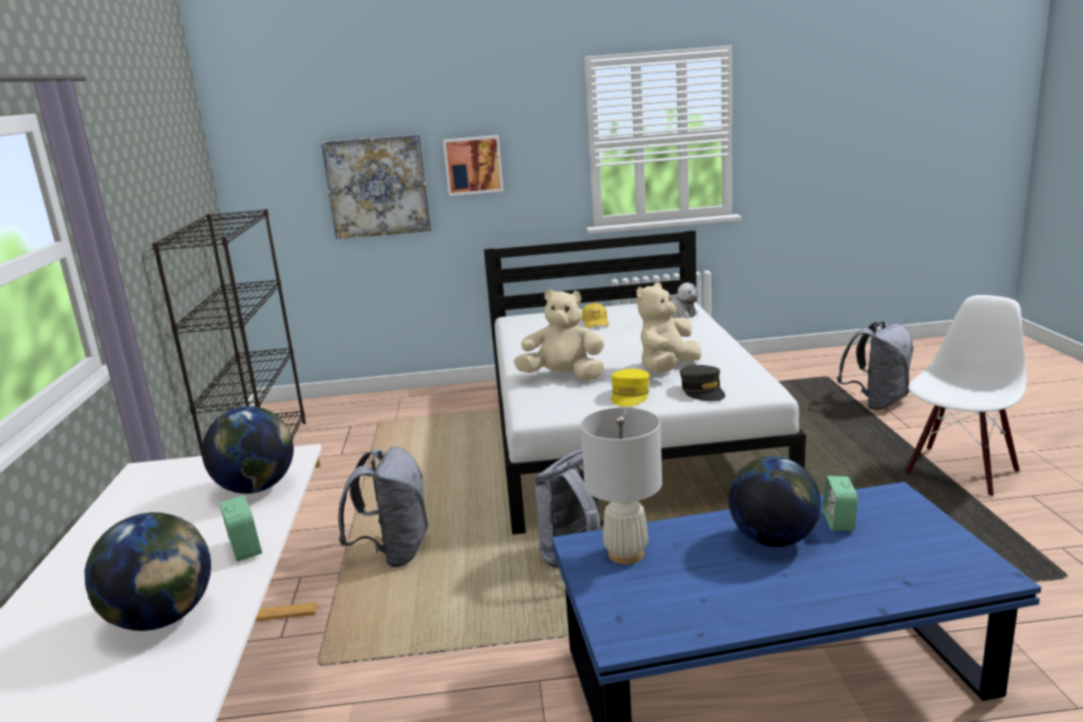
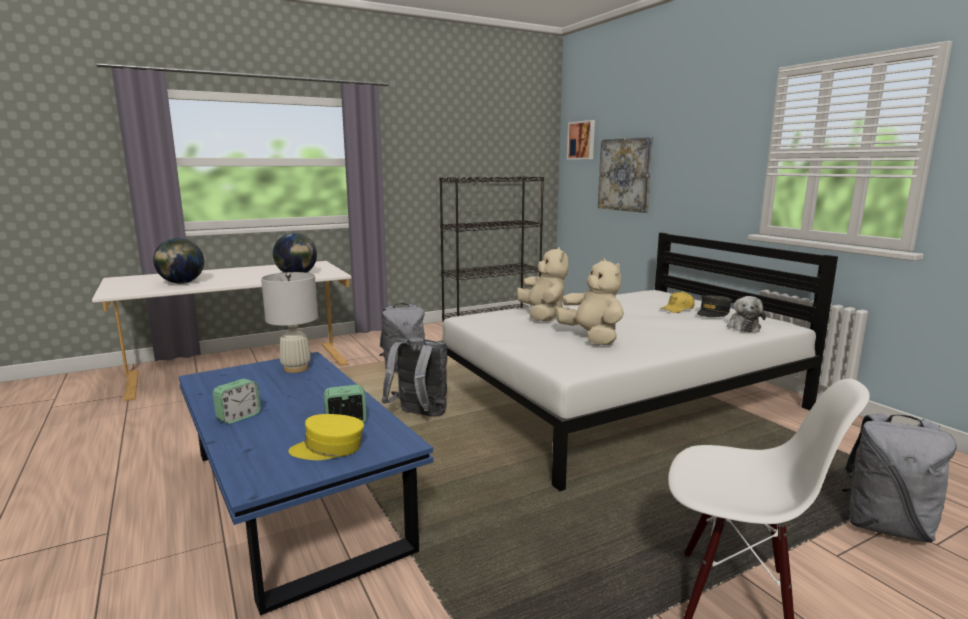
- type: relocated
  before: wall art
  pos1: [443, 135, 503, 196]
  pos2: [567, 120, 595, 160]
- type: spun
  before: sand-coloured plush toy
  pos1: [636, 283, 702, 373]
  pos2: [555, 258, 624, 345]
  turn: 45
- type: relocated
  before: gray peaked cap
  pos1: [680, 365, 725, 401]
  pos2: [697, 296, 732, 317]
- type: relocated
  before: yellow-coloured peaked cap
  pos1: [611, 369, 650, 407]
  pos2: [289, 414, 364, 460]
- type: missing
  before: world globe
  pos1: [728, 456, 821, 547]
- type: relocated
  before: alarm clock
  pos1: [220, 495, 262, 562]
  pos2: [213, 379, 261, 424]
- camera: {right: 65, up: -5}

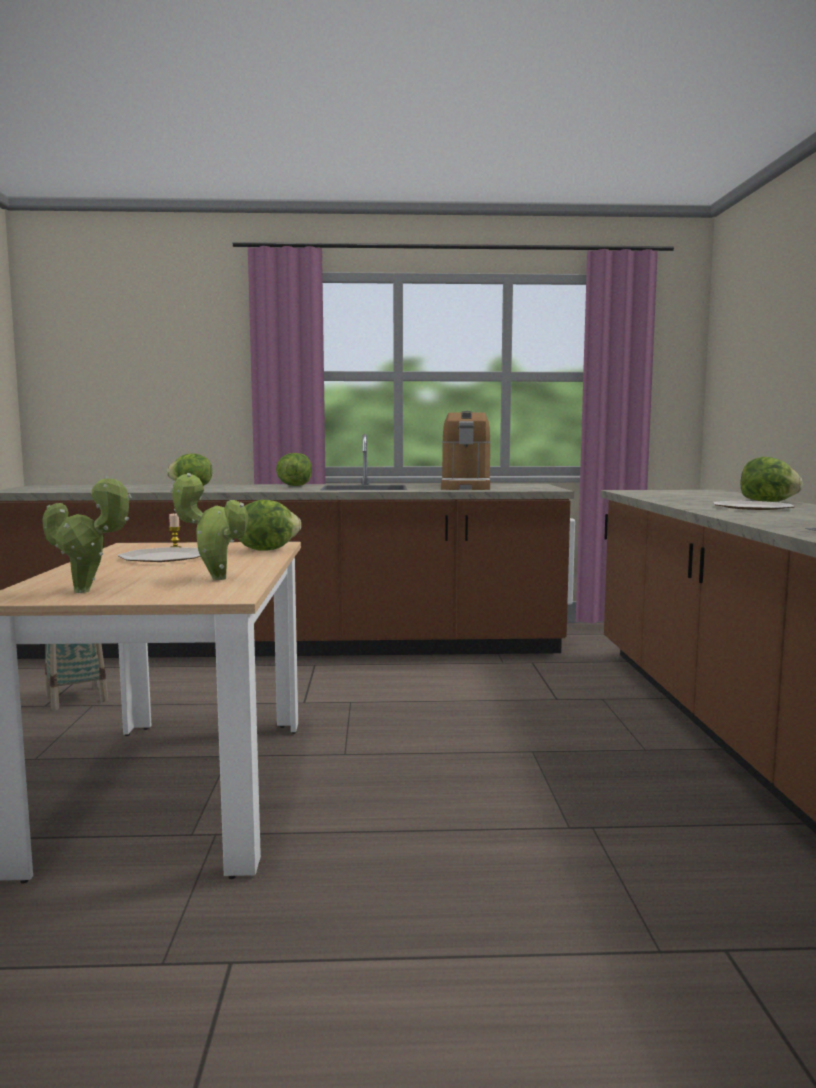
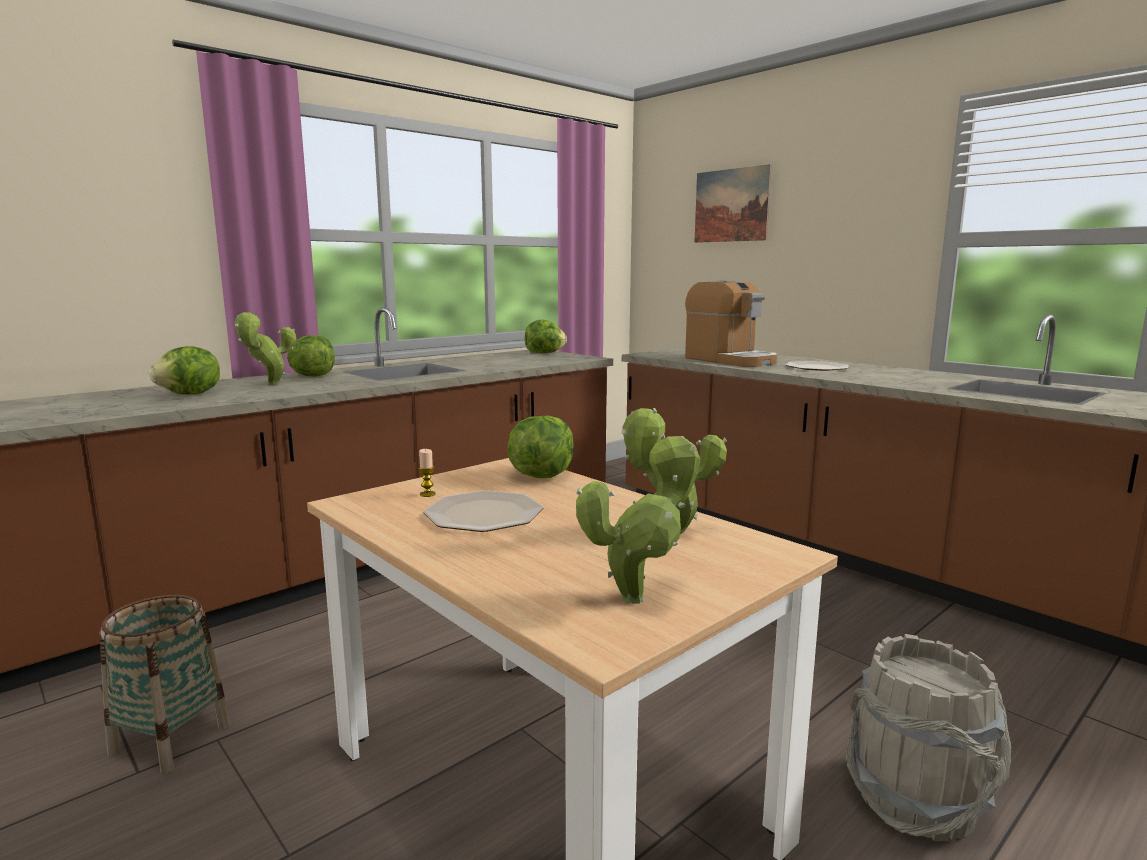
- type: relocated
  before: coffee maker
  pos1: [441, 411, 491, 490]
  pos2: [685, 280, 777, 367]
- type: relocated
  before: lettuce
  pos1: [740, 457, 803, 502]
  pos2: [525, 320, 567, 353]
- type: appeared
  after: wall art
  pos2: [694, 164, 772, 243]
- type: appeared
  after: potted plant
  pos2: [234, 311, 296, 385]
- type: appeared
  after: gray pail
  pos2: [846, 634, 1011, 841]
- camera: {right: -40, up: 5}

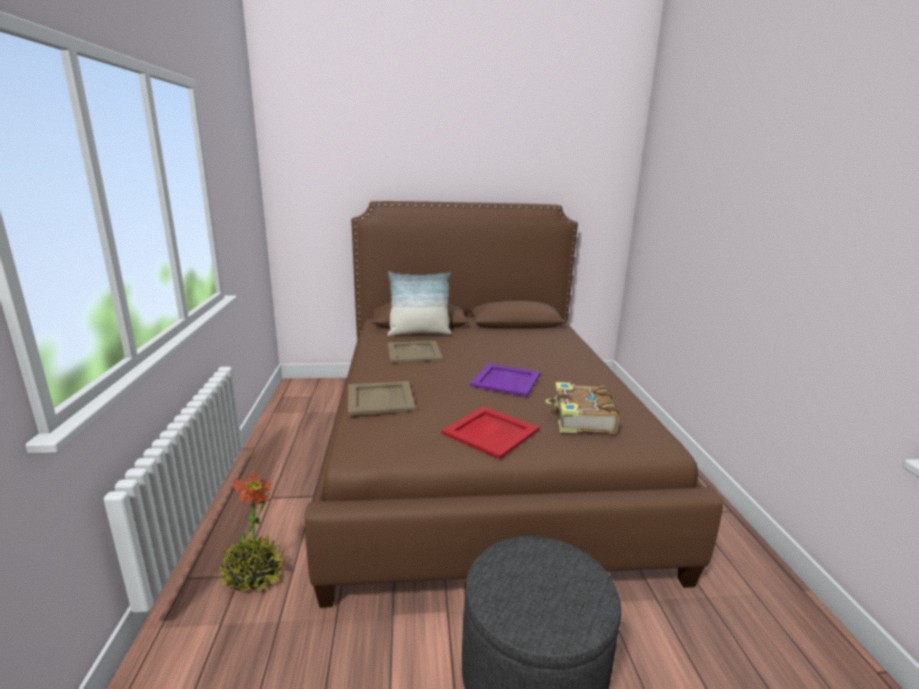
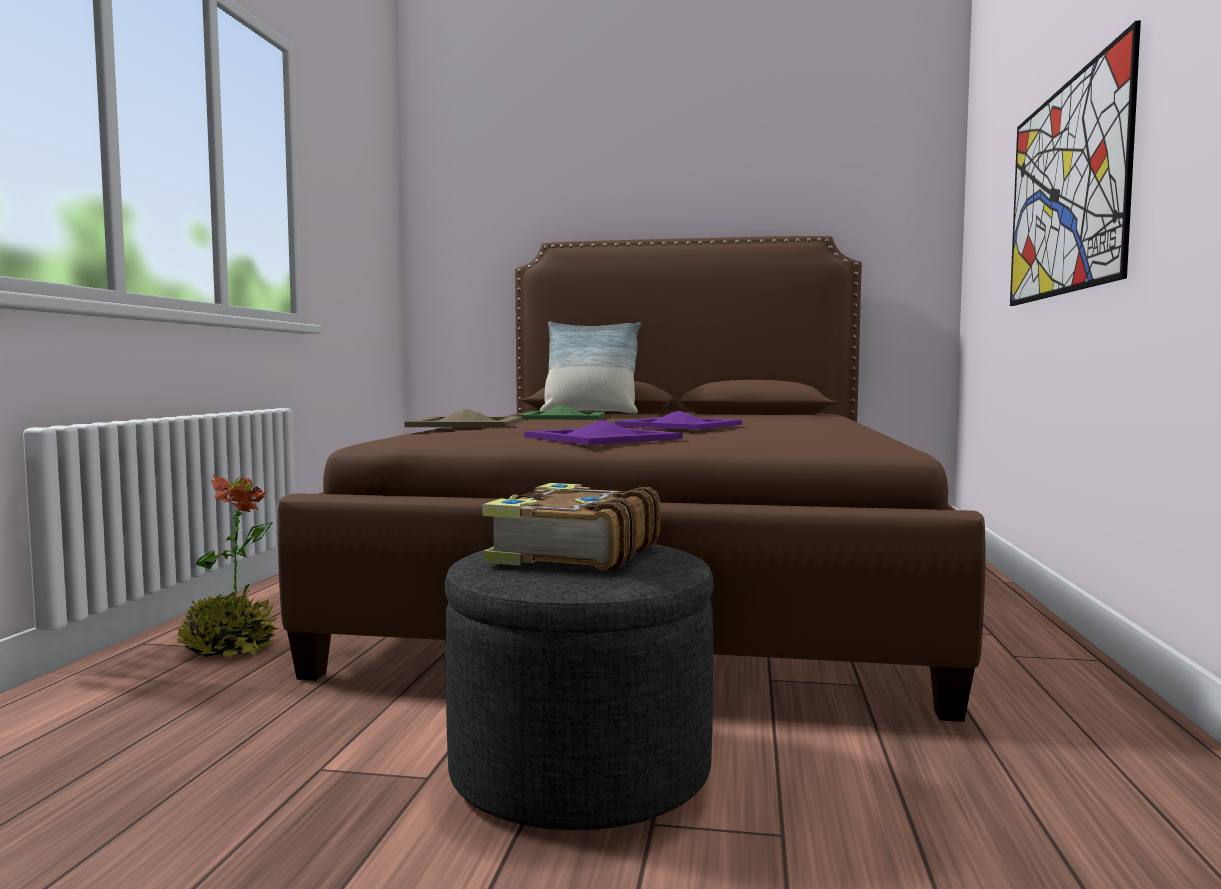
- type: colour
  before: sand-coloured carrying tray
  after: greenish carrying tray
  pos1: [387, 341, 443, 363]
  pos2: [517, 405, 605, 420]
- type: relocated
  before: volume
  pos1: [546, 382, 620, 434]
  pos2: [482, 483, 660, 571]
- type: colour
  before: red-coloured carrying tray
  after: purplish carrying tray
  pos1: [441, 406, 539, 459]
  pos2: [524, 420, 682, 445]
- type: appeared
  after: wall art
  pos2: [1010, 20, 1141, 306]
- camera: {right: 15, up: -15}

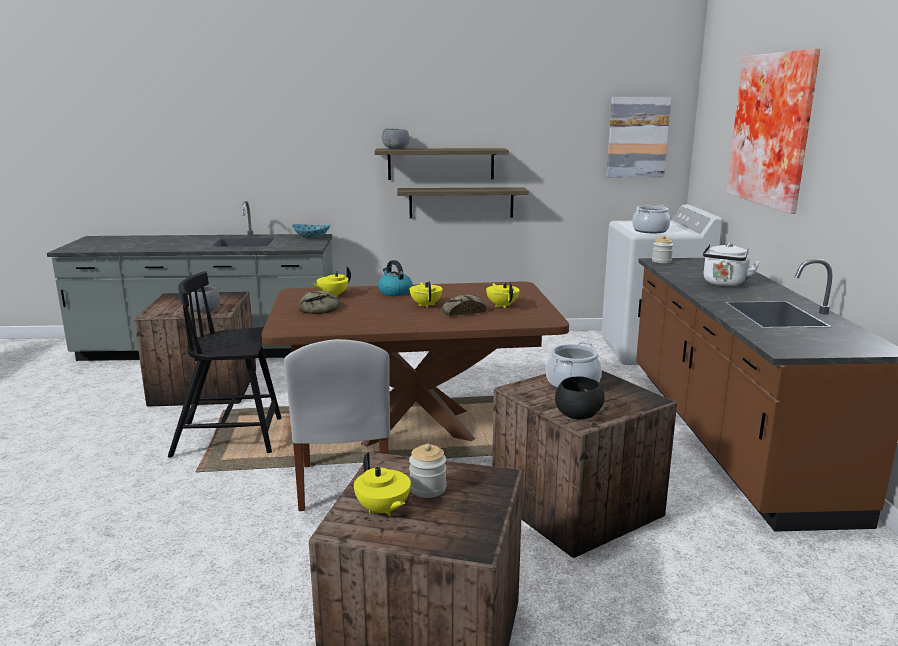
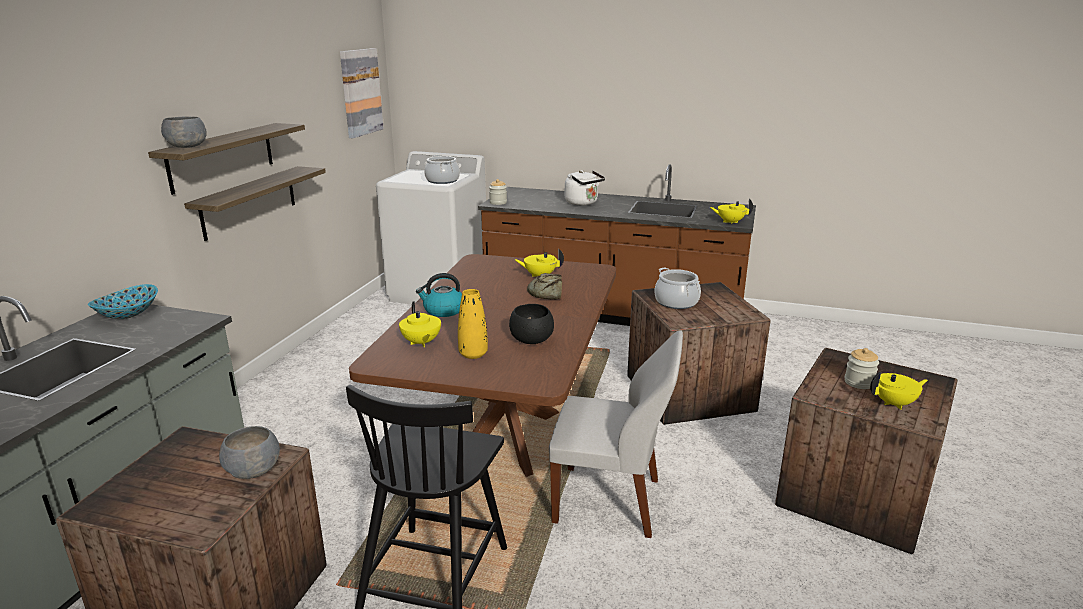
- type: missing
  before: wall art
  pos1: [726, 49, 820, 214]
- type: relocated
  before: yellow-coloured tea pot
  pos1: [410, 281, 443, 308]
  pos2: [710, 199, 753, 224]
- type: exchanged
  before: bread
  after: yellow-coloured flower vase
  pos1: [298, 291, 339, 314]
  pos2: [458, 289, 488, 359]
- type: relocated
  before: black-coloured serving bowl
  pos1: [555, 376, 604, 420]
  pos2: [509, 304, 554, 344]
- camera: {right: -70, up: 5}

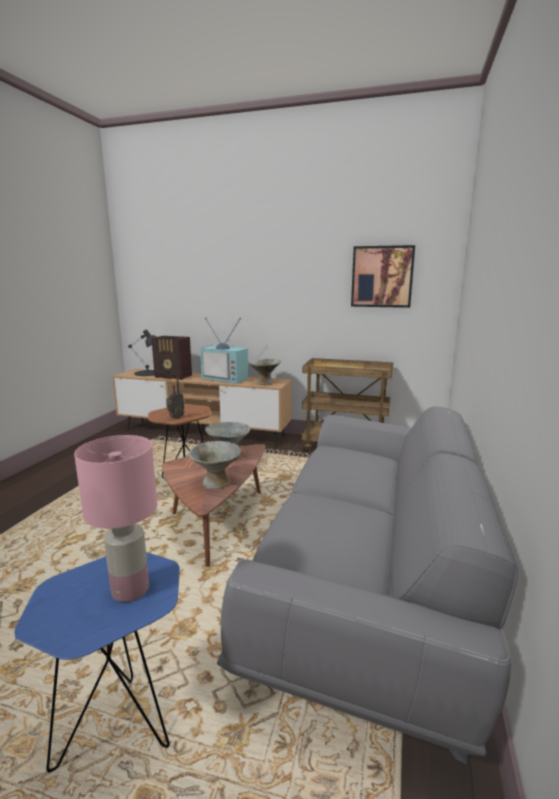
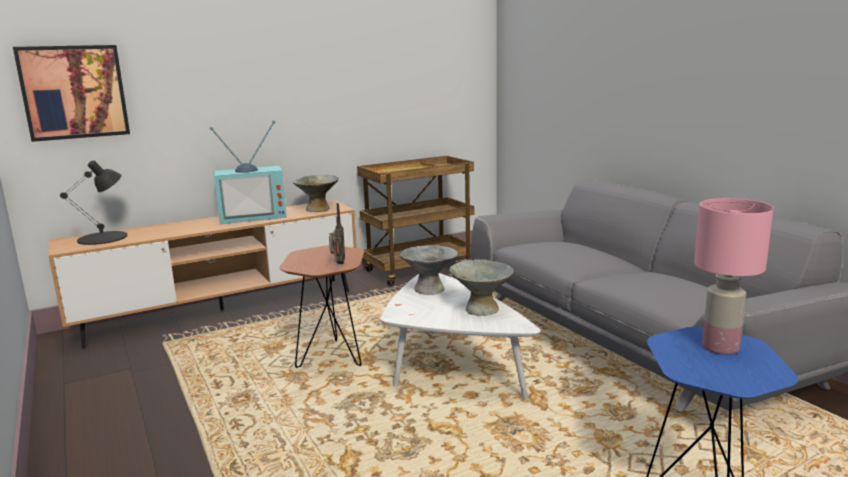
- type: relocated
  before: wall art
  pos1: [351, 245, 415, 308]
  pos2: [13, 45, 130, 142]
- type: missing
  before: radio
  pos1: [151, 336, 192, 380]
- type: colour
  before: brown-coloured coffee table
  after: whitish coffee table
  pos1: [162, 444, 266, 567]
  pos2: [380, 273, 541, 400]
- camera: {right: -45, up: 0}

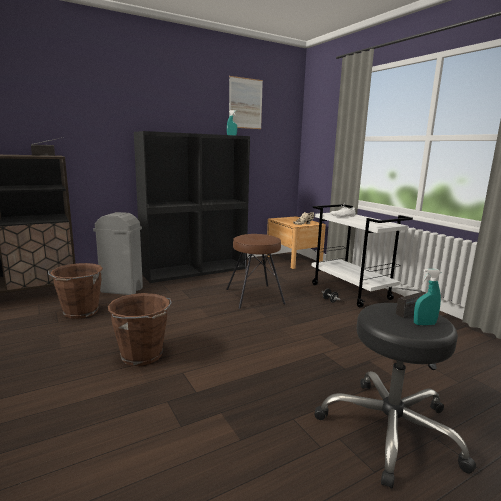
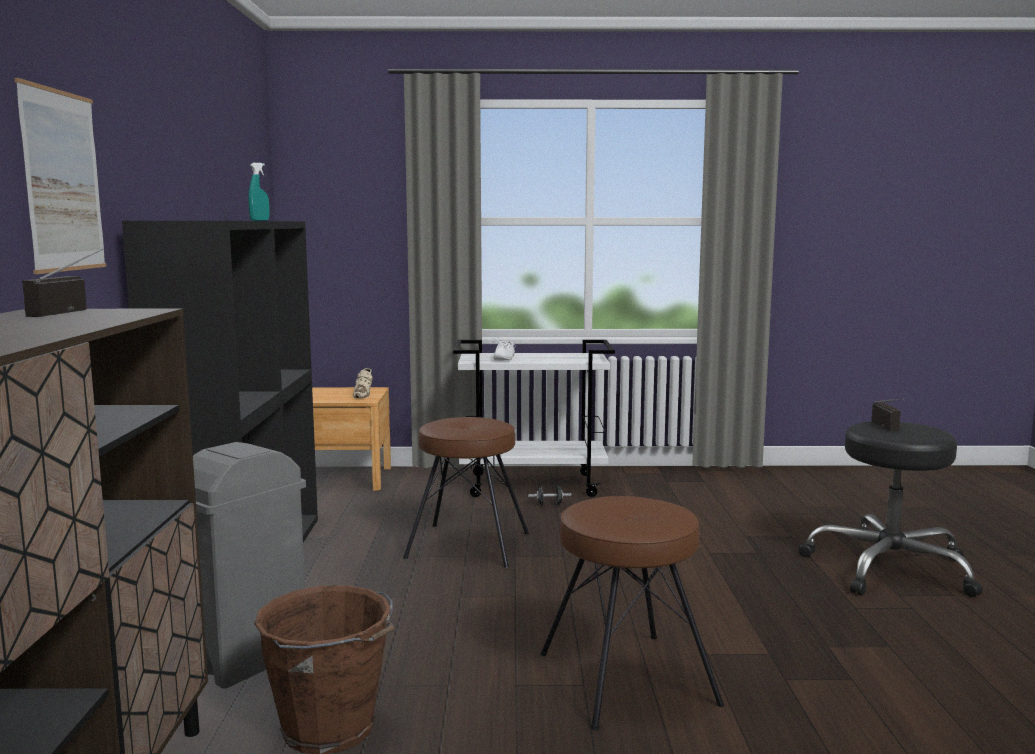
- type: relocated
  before: wall art
  pos1: [229, 76, 263, 129]
  pos2: [15, 78, 106, 274]
- type: missing
  before: blue-green sprayer
  pos1: [414, 269, 441, 325]
- type: exchanged
  before: brown-coloured pail
  after: brown-coloured sitting stool
  pos1: [108, 293, 172, 366]
  pos2: [540, 496, 724, 731]
- camera: {right: -60, up: -5}

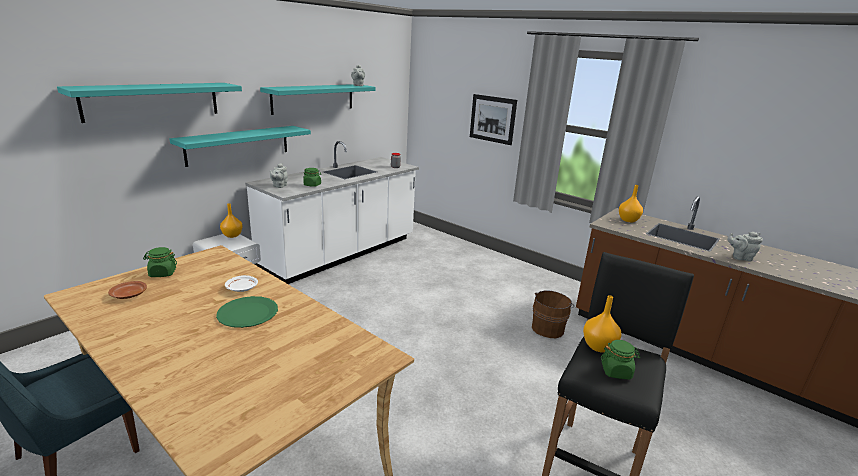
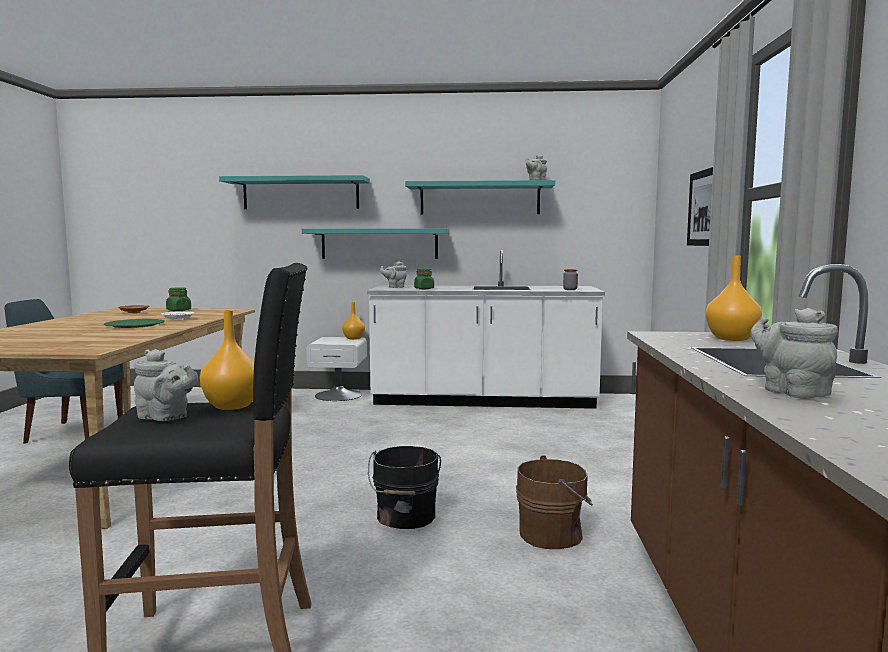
- type: exchanged
  before: greenish preserve jar
  after: gray tea pot
  pos1: [601, 340, 640, 379]
  pos2: [134, 349, 198, 421]
- type: appeared
  after: black-coloured pail
  pos2: [368, 446, 441, 529]
- camera: {right: 55, up: -15}

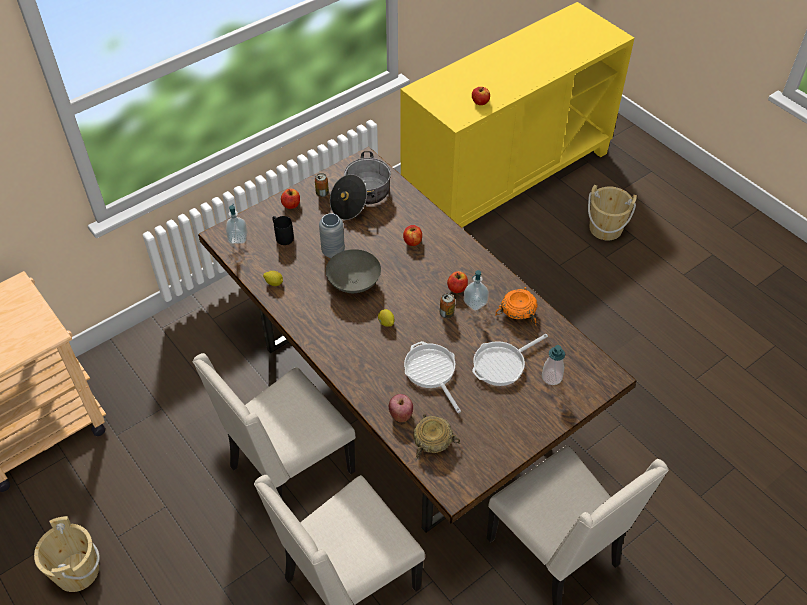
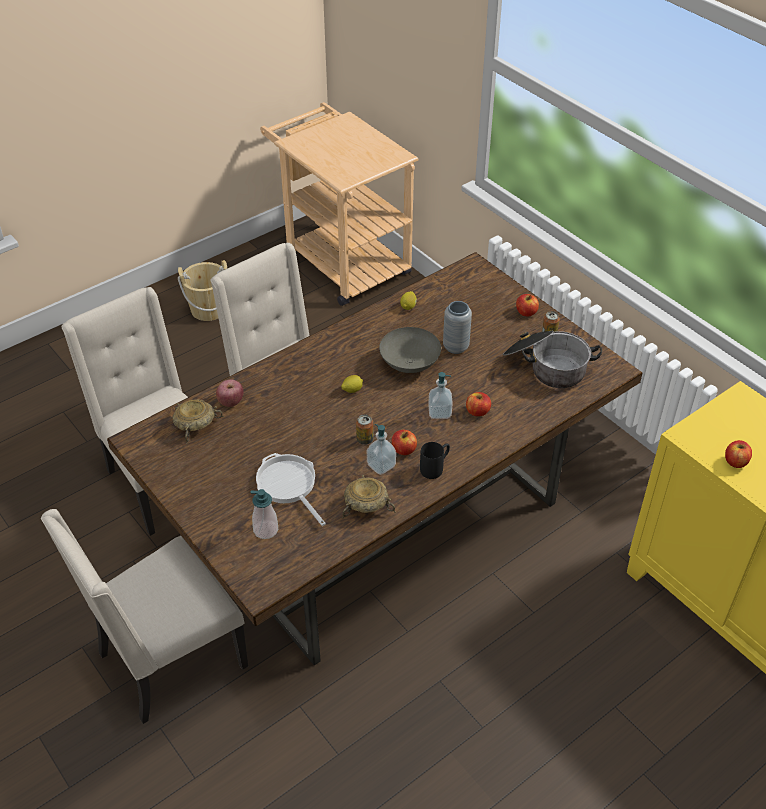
- type: missing
  before: sand-coloured pail
  pos1: [588, 185, 637, 240]
- type: relocated
  before: soap dispenser
  pos1: [226, 204, 247, 244]
  pos2: [428, 372, 453, 419]
- type: relocated
  before: black-coloured coffee mug
  pos1: [272, 216, 294, 245]
  pos2: [420, 442, 450, 479]
- type: colour
  before: orangey serving bowl
  after: sand-coloured serving bowl
  pos1: [495, 287, 537, 325]
  pos2: [342, 475, 396, 518]
- type: missing
  before: frying pan
  pos1: [404, 341, 461, 413]
- camera: {right: 90, up: -5}

